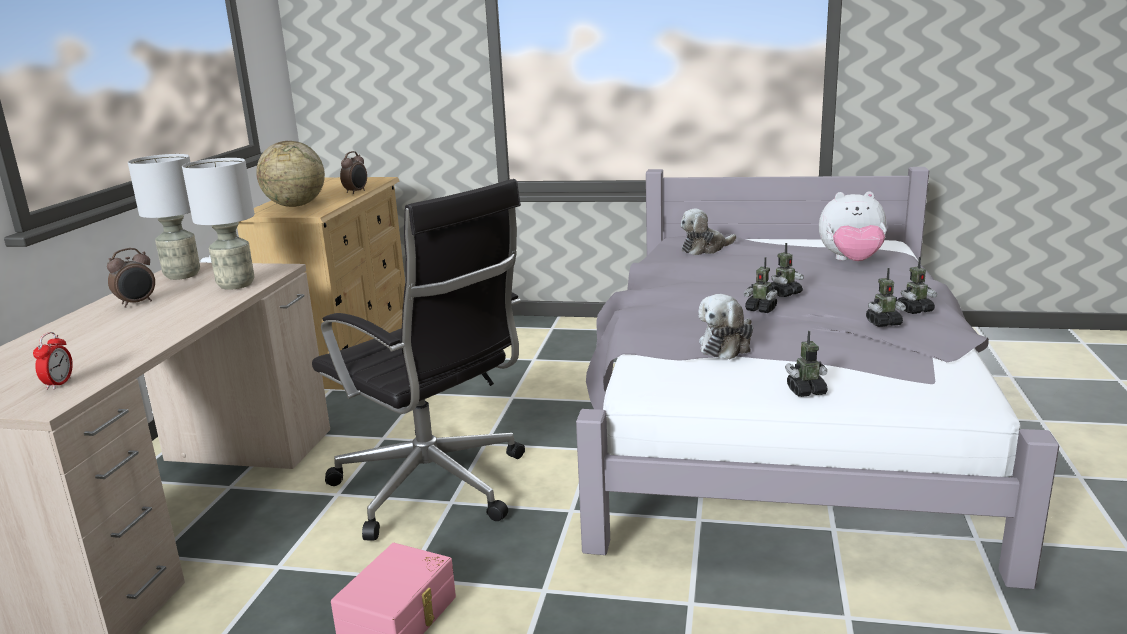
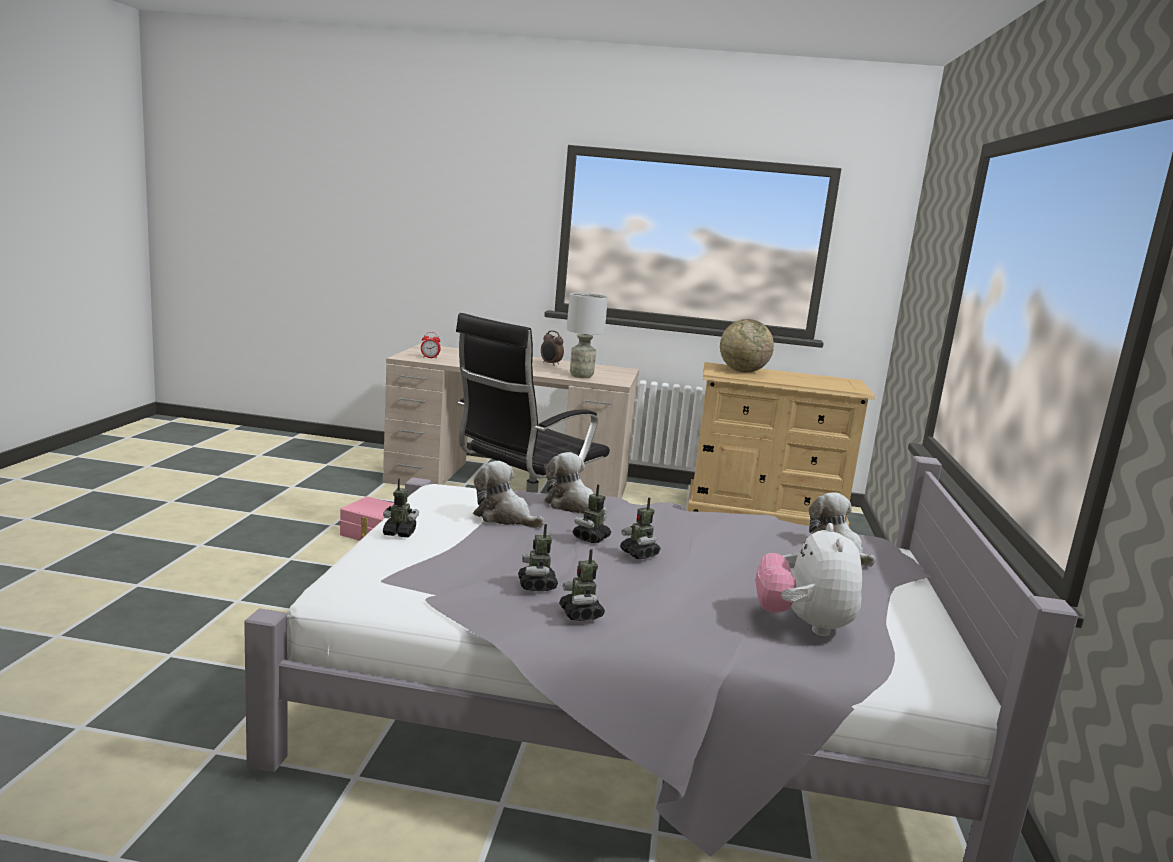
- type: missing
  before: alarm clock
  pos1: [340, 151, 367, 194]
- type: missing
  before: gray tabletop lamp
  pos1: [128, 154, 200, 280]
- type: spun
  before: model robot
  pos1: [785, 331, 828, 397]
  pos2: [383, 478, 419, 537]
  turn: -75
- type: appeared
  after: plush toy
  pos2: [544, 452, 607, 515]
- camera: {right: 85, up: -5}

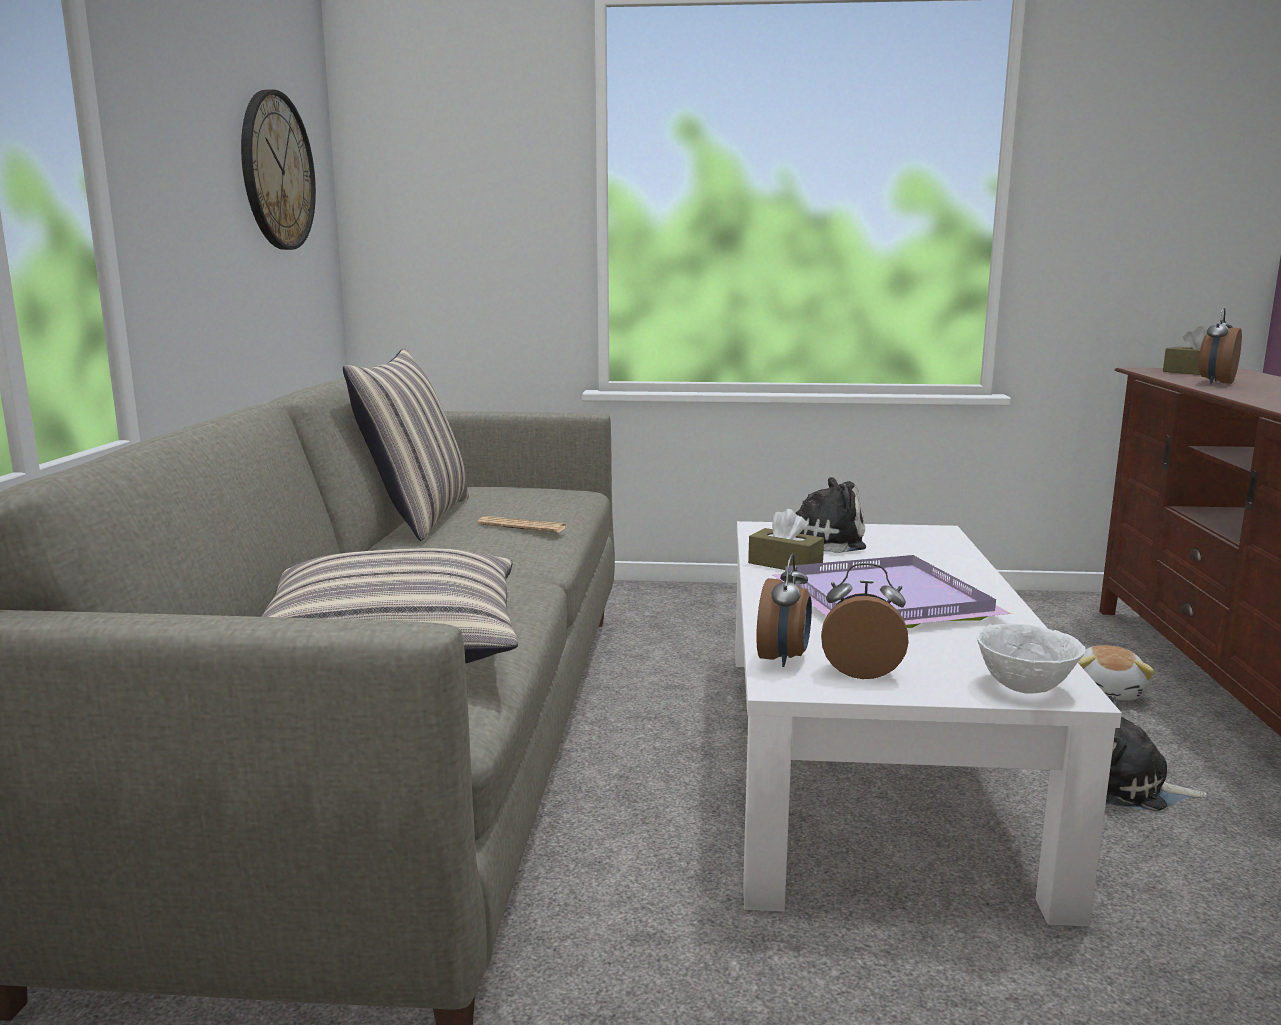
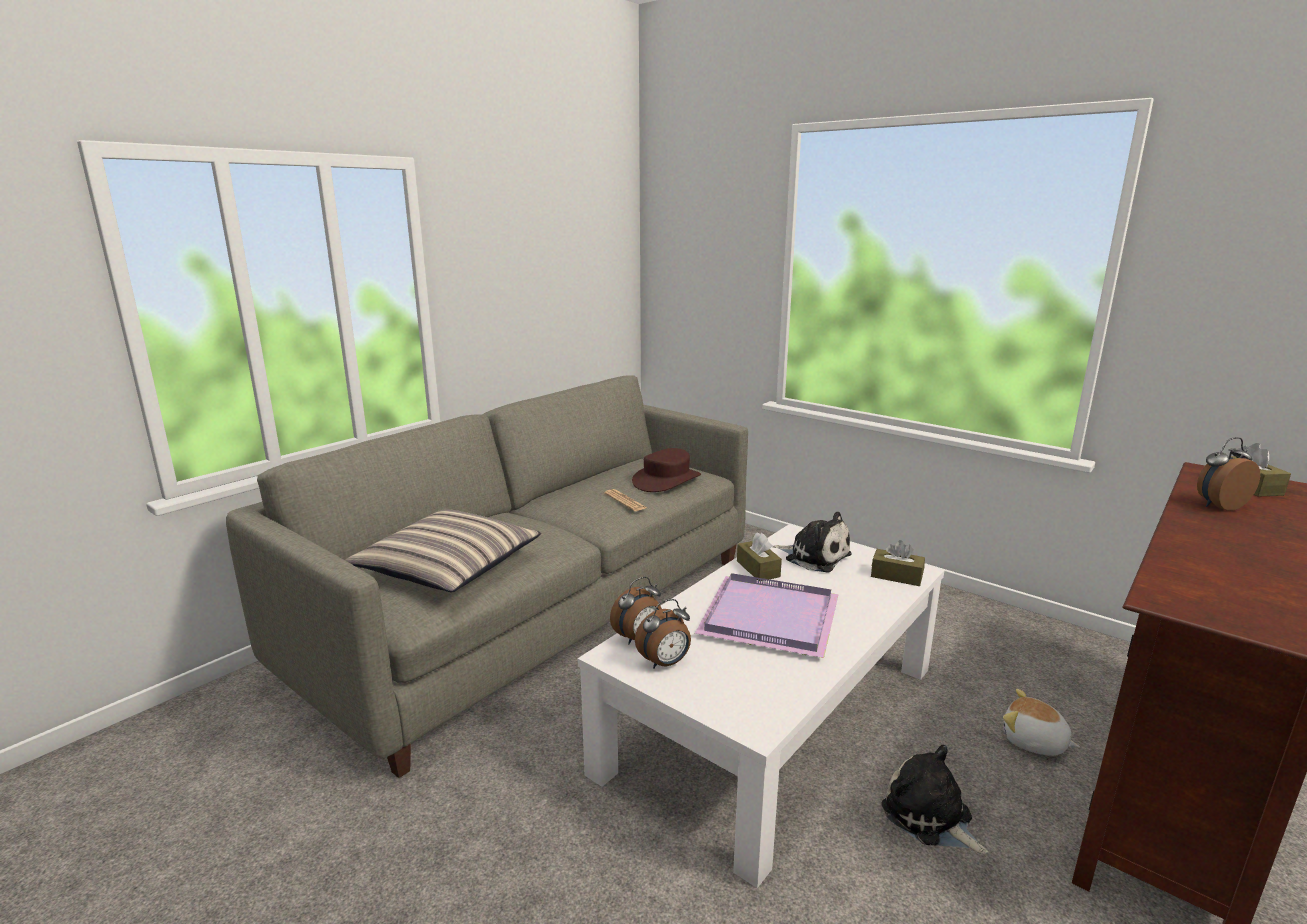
- type: missing
  before: hanging clock
  pos1: [241, 89, 316, 250]
- type: missing
  before: pillow
  pos1: [343, 349, 469, 541]
- type: spun
  before: alarm clock
  pos1: [821, 563, 909, 679]
  pos2: [635, 599, 691, 669]
  turn: 105
- type: missing
  before: whitish serving bowl
  pos1: [976, 624, 1086, 694]
- type: spun
  before: plush toy
  pos1: [1078, 645, 1155, 700]
  pos2: [1003, 689, 1080, 756]
  turn: 75
- type: appeared
  after: brown-coloured wearable hat
  pos2: [632, 448, 701, 492]
- type: appeared
  after: brown-coloured tissue holder
  pos2: [871, 540, 925, 586]
- camera: {right: 35, up: 5}

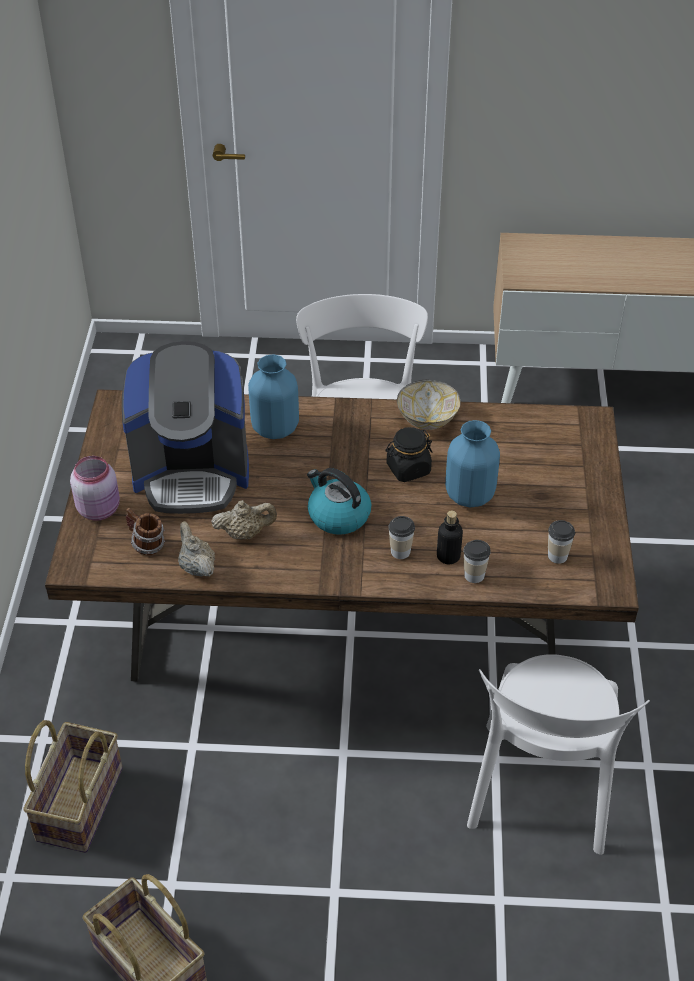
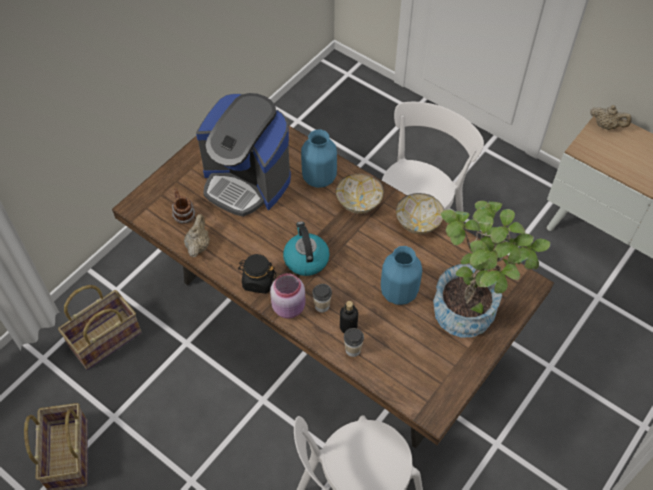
- type: relocated
  before: black-coloured preserve jar
  pos1: [385, 427, 433, 482]
  pos2: [238, 254, 276, 294]
- type: relocated
  before: pinkish preserve jar
  pos1: [70, 456, 120, 521]
  pos2: [270, 273, 305, 318]
- type: relocated
  before: sand-coloured tea pot
  pos1: [211, 500, 277, 539]
  pos2: [590, 105, 632, 130]
- type: missing
  before: small cup
  pos1: [548, 520, 575, 564]
- type: appeared
  after: serving bowl
  pos2: [336, 174, 384, 214]
- type: appeared
  after: potted plant
  pos2: [433, 201, 550, 338]
- camera: {right: 35, up: 10}

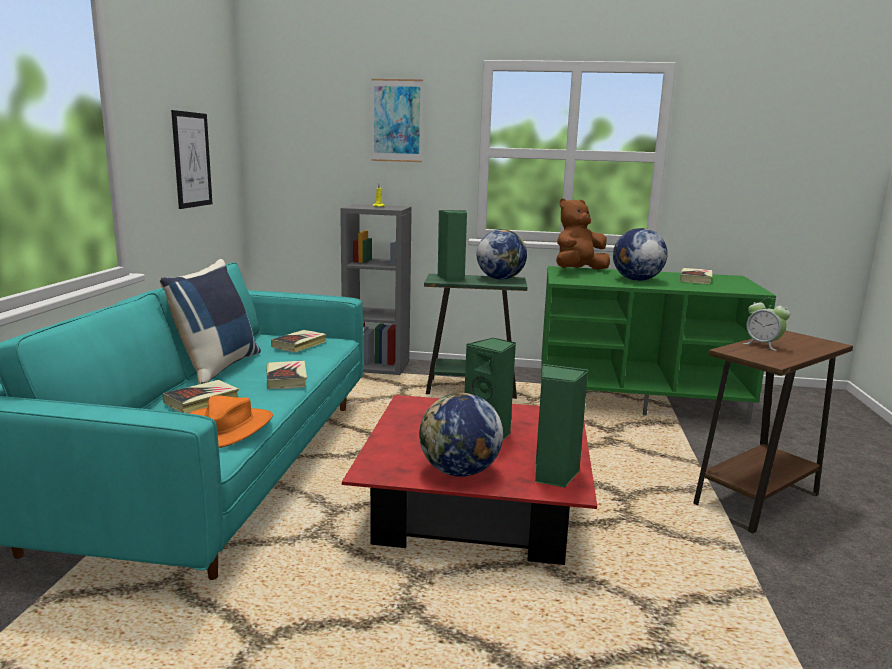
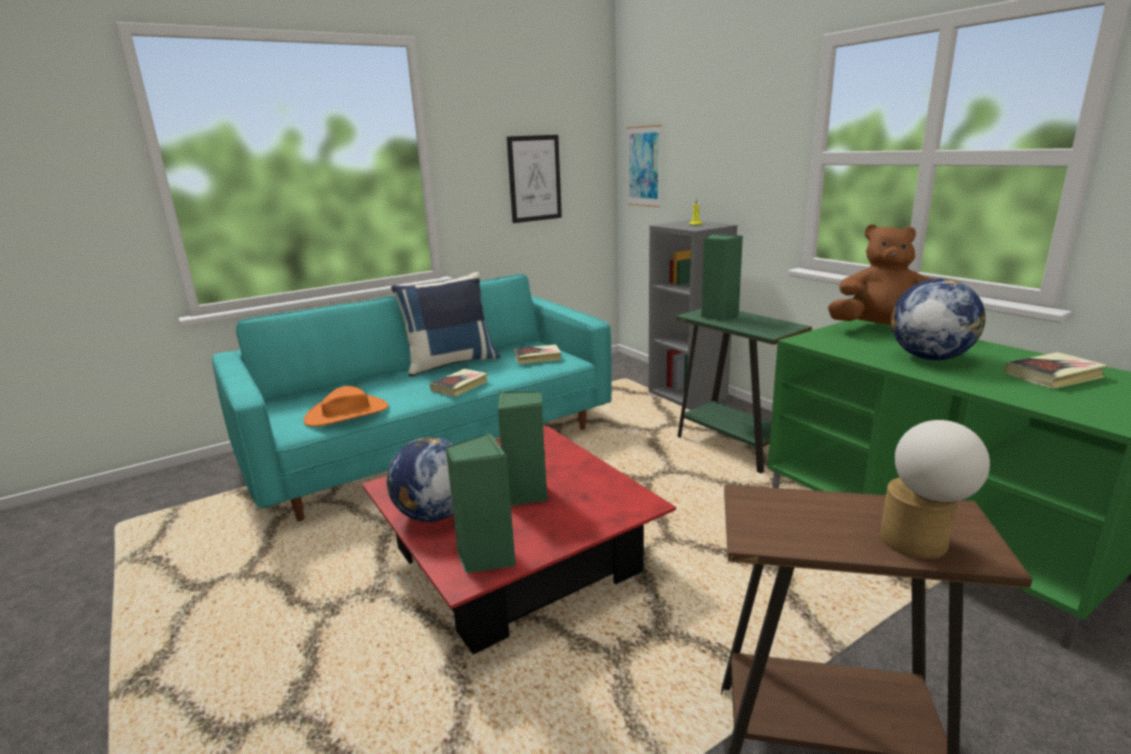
- type: relocated
  before: wall art
  pos1: [371, 79, 423, 162]
  pos2: [627, 125, 661, 207]
- type: missing
  before: world globe
  pos1: [477, 229, 527, 280]
- type: missing
  before: alarm clock
  pos1: [743, 298, 790, 351]
- type: missing
  before: volume
  pos1: [163, 380, 239, 413]
- type: appeared
  after: tabletop lamp
  pos2: [880, 420, 990, 559]
- camera: {right: 50, up: 5}

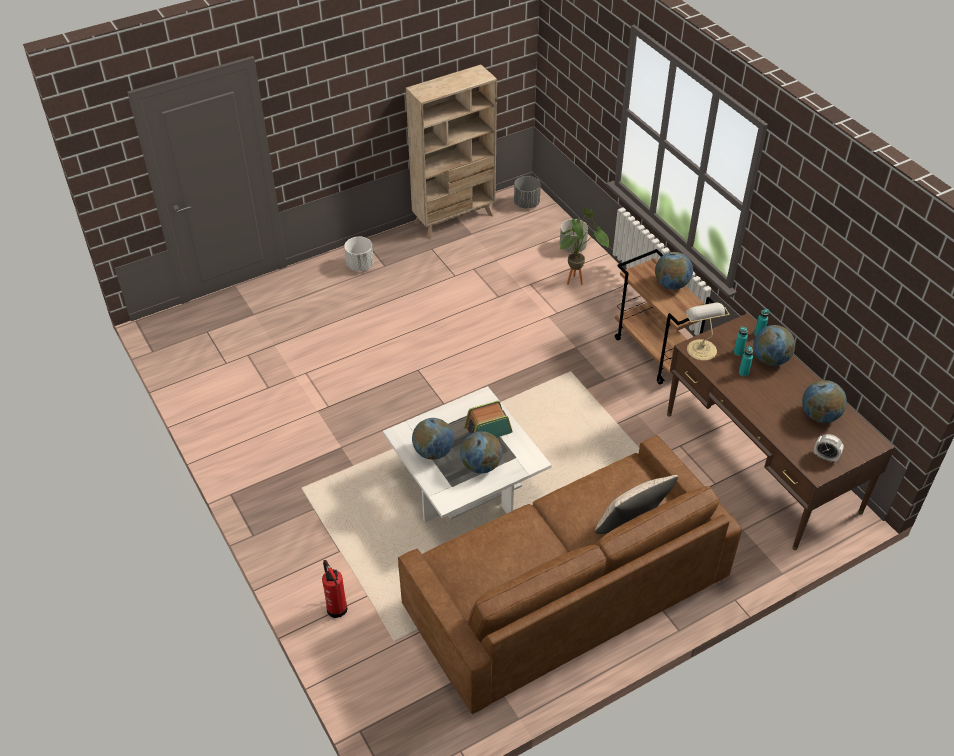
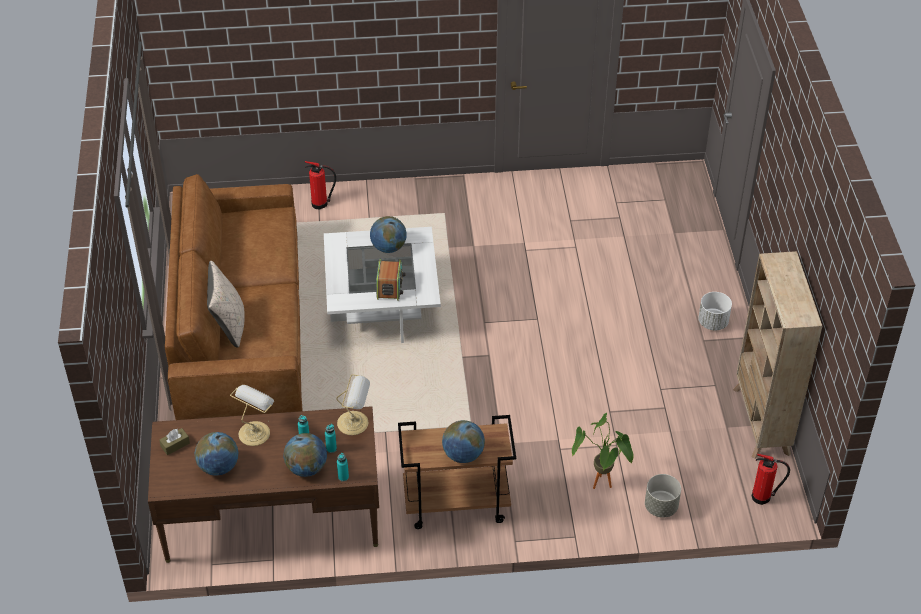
- type: exchanged
  before: gray planter
  after: fire extinguisher
  pos1: [514, 176, 541, 209]
  pos2: [752, 454, 790, 505]
- type: missing
  before: world globe
  pos1: [460, 431, 502, 473]
- type: exchanged
  before: alarm clock
  after: brown-coloured tissue holder
  pos1: [814, 434, 844, 462]
  pos2: [159, 428, 190, 455]
- type: appeared
  after: tabletop lamp
  pos2: [230, 385, 274, 446]
- camera: {right: 115, up: 0}

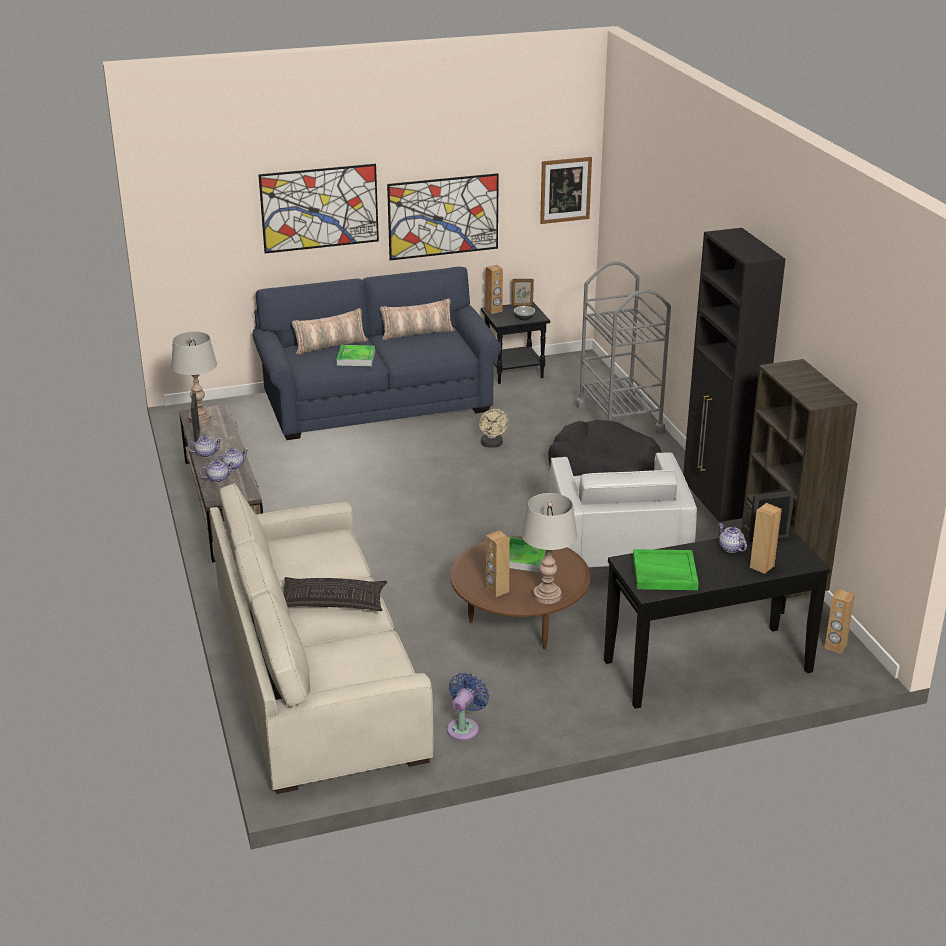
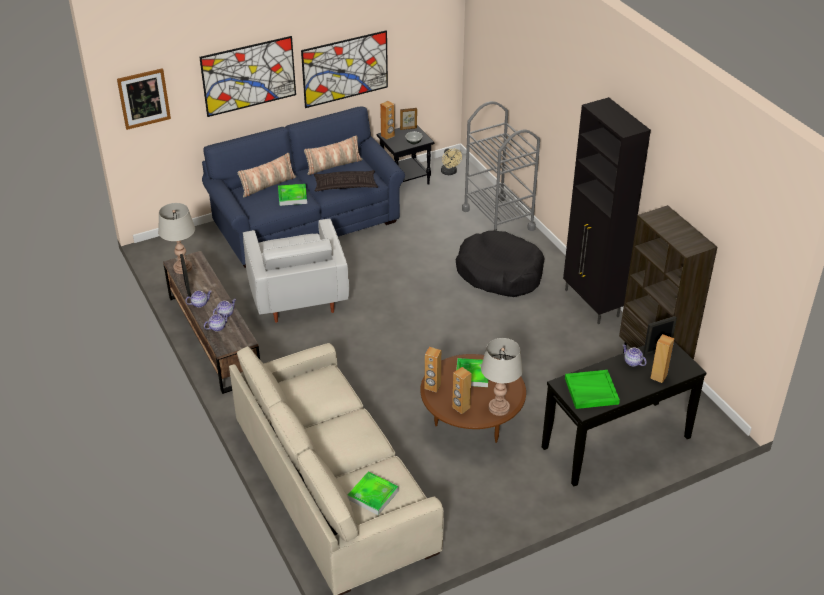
- type: relocated
  before: wall art
  pos1: [540, 157, 592, 224]
  pos2: [117, 68, 171, 130]
- type: relocated
  before: sand-coloured fan
  pos1: [479, 409, 509, 448]
  pos2: [441, 148, 462, 175]
- type: relocated
  before: whitish lounge chair
  pos1: [549, 452, 697, 570]
  pos2: [243, 219, 349, 323]
- type: relocated
  before: pillow
  pos1: [283, 577, 387, 611]
  pos2: [314, 170, 378, 192]
- type: relocated
  before: brown-coloured audio speaker
  pos1: [825, 589, 855, 654]
  pos2: [425, 347, 441, 392]
- type: missing
  before: blue fan
  pos1: [447, 673, 489, 741]
- type: appeared
  after: carrying tray
  pos2: [347, 471, 399, 515]
- camera: {right: -10, up: 10}

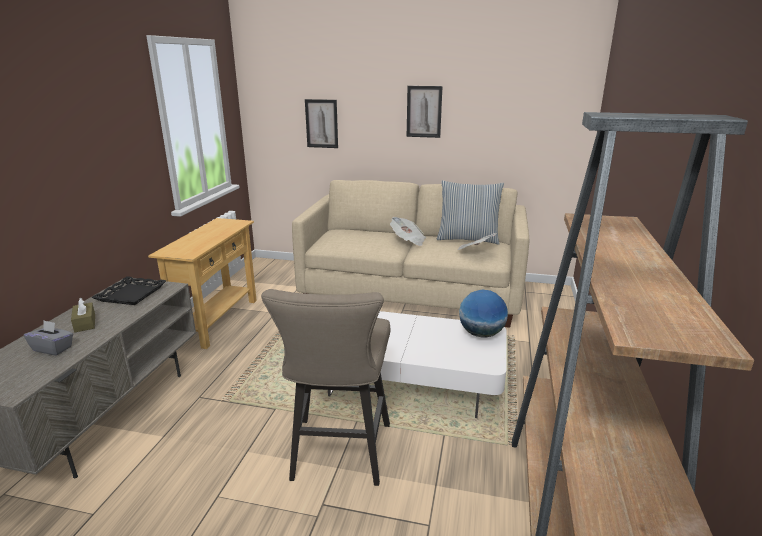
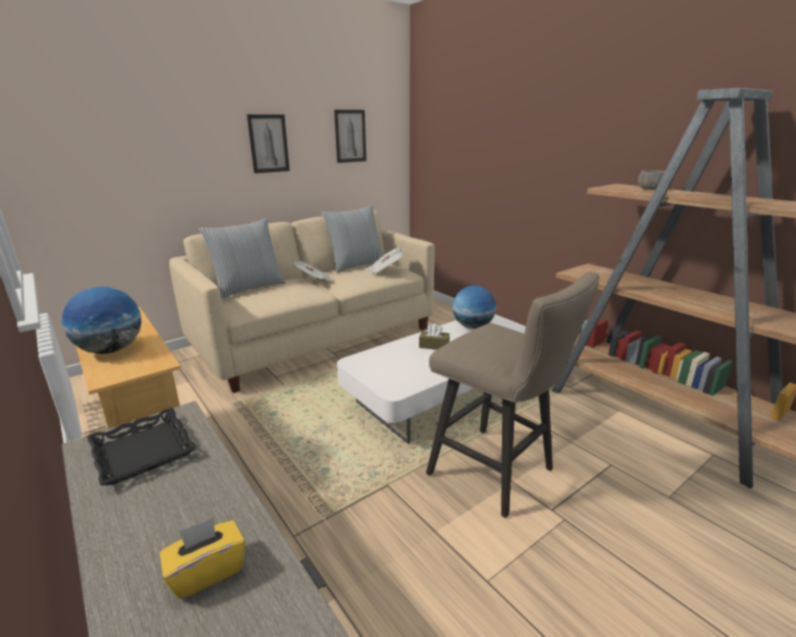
- type: relocated
  before: wall art
  pos1: [305, 99, 338, 148]
  pos2: [334, 110, 366, 163]
- type: relocated
  before: brown-coloured tissue holder
  pos1: [71, 298, 95, 332]
  pos2: [419, 323, 450, 350]
- type: colour
  before: gray tissue holder
  after: yellow-coloured tissue holder
  pos1: [24, 320, 73, 355]
  pos2: [159, 518, 245, 599]
- type: appeared
  after: gray serving bowl
  pos2: [638, 170, 665, 190]
- type: appeared
  after: pillow
  pos2: [199, 218, 286, 299]
- type: appeared
  after: world globe
  pos2: [62, 286, 142, 354]
- camera: {right: -50, up: 0}

